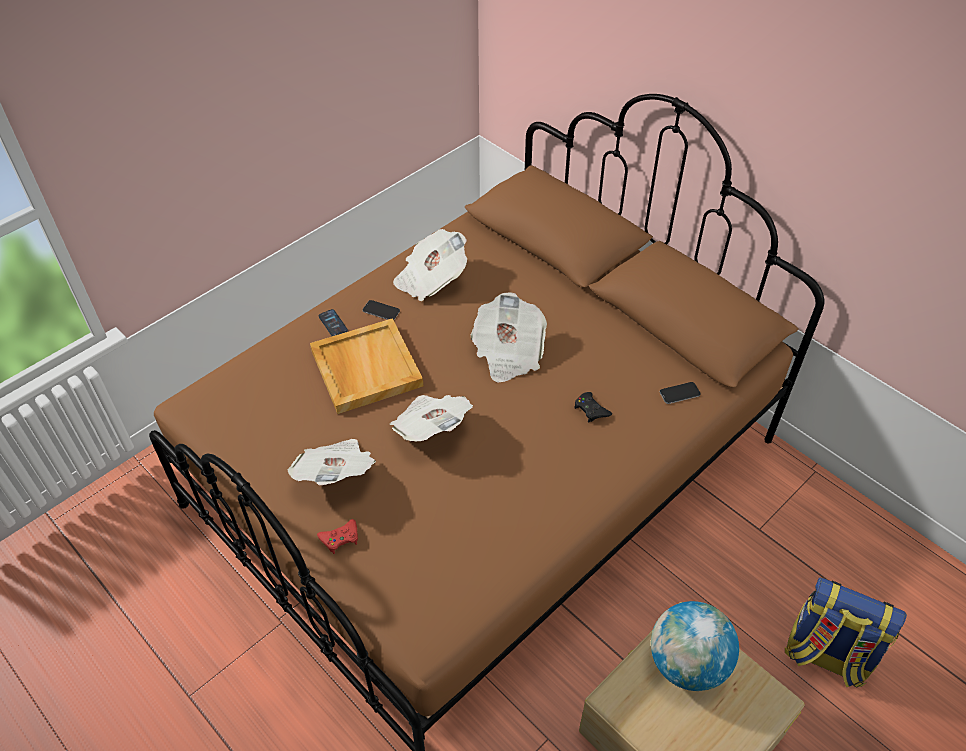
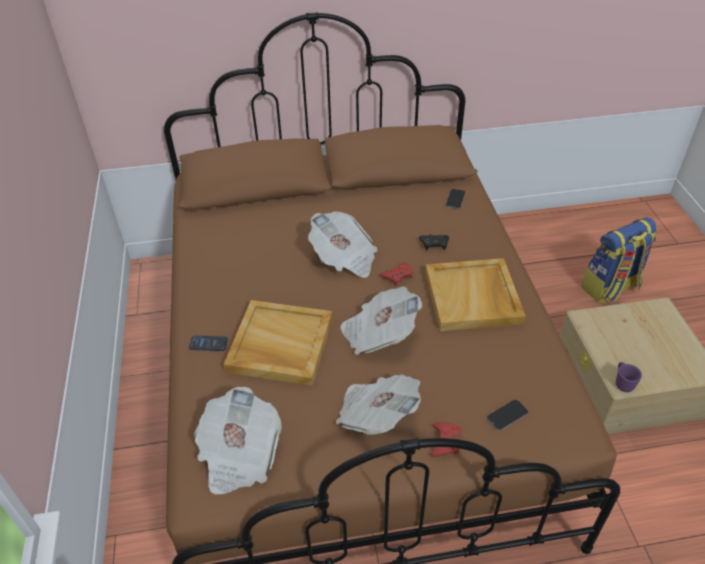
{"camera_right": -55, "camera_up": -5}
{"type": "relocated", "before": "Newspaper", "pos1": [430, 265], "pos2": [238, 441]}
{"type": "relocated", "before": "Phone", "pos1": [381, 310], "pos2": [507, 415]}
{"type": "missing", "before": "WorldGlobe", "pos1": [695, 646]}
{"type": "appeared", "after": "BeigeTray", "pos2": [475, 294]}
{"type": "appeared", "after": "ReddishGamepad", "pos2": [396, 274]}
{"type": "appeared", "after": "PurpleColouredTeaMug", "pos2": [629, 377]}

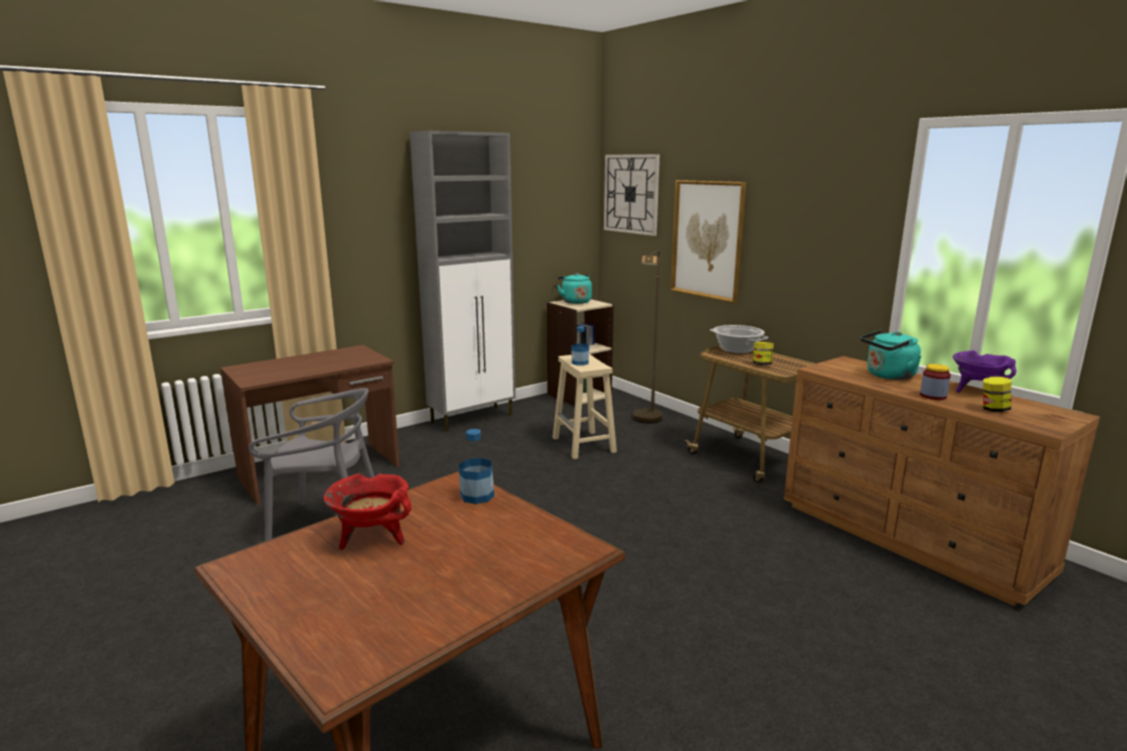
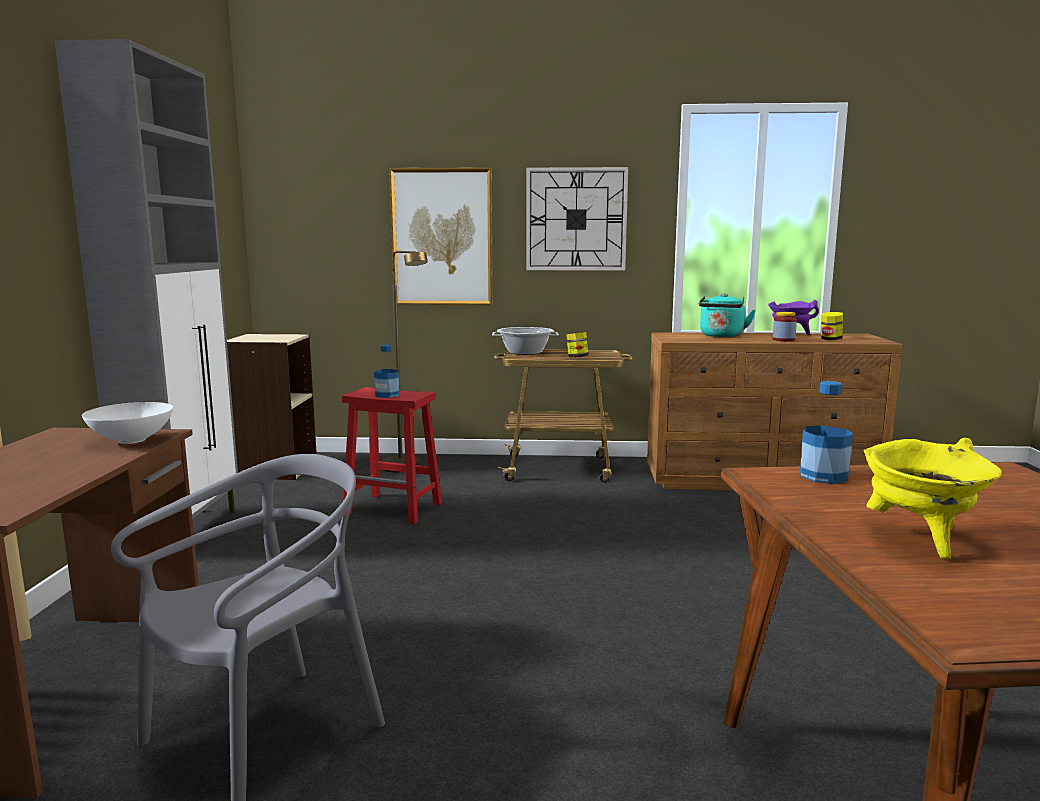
{"camera_right": -50, "camera_up": -5}
{"type": "relocated", "before": "HangingClock", "pos1": [632, 195], "pos2": [577, 219]}
{"type": "missing", "before": "TurquoiseColouredKettle", "pos1": [574, 288]}
{"type": "colour", "before": "BeigeStool", "after": "ReddishStool", "pos1": [585, 406], "pos2": [392, 456]}
{"type": "colour", "before": "ReddishCookingPot", "after": "YellowishCookingPot", "pos1": [367, 511], "pos2": [932, 498]}
{"type": "appeared", "after": "WhitishBowl", "pos2": [127, 423]}

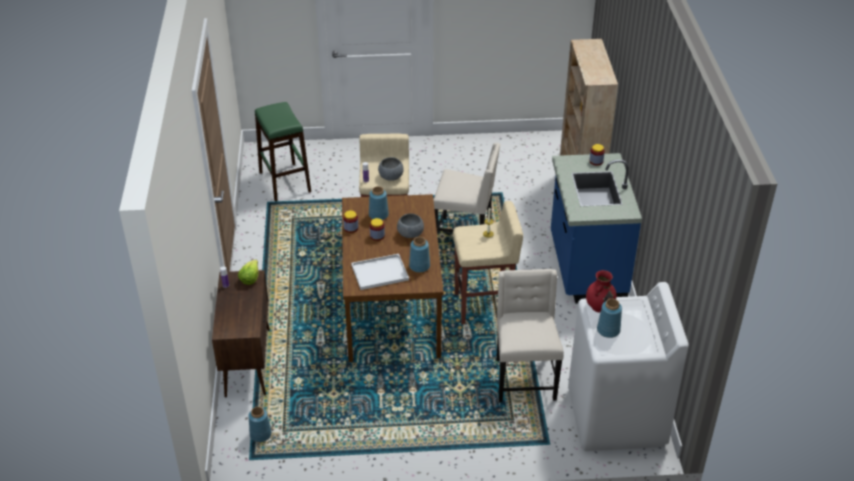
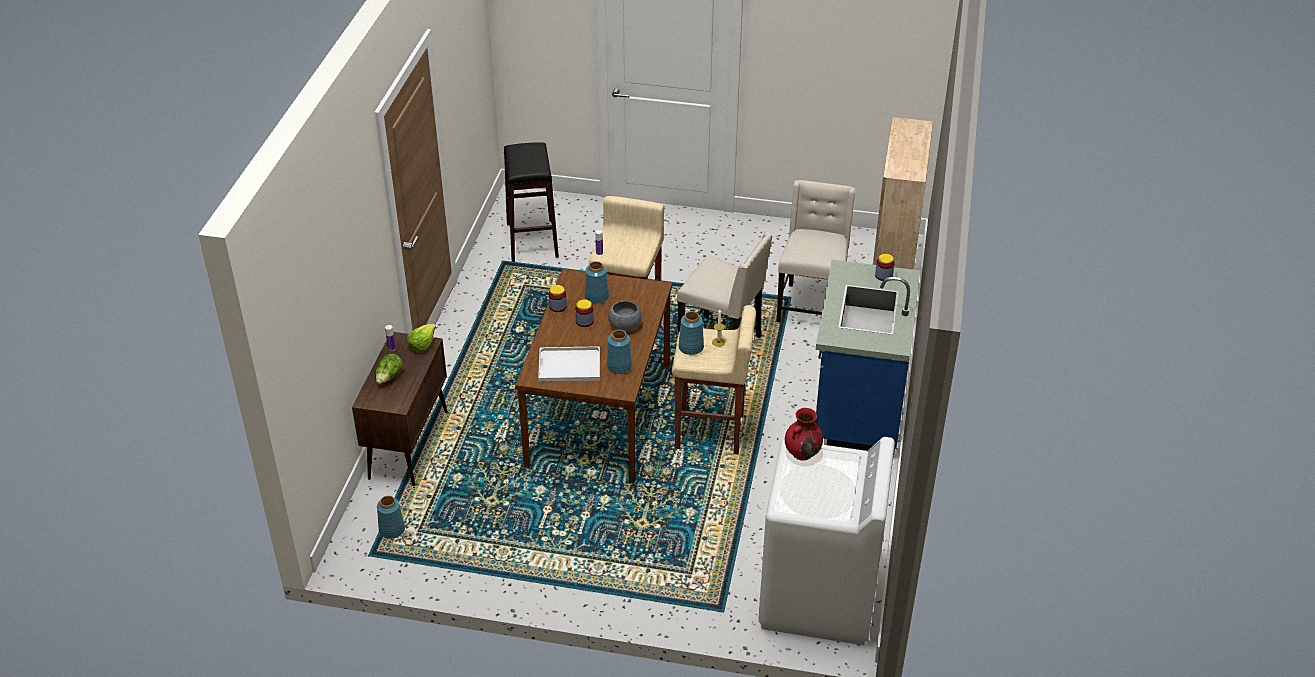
{"camera_right": 15, "camera_up": 0}
{"type": "colour", "before": "GreenishStool", "after": "BlackStool", "pos1": [283, 151], "pos2": [531, 202]}
{"type": "missing", "before": "GreyishBowl", "pos1": [391, 169]}
{"type": "relocated", "before": "BeigeUprightChair", "pos1": [530, 335], "pos2": [816, 251]}
{"type": "relocated", "before": "BlueColouredDecorativeVase", "pos1": [609, 318], "pos2": [691, 333]}
{"type": "appeared", "after": "LettuceHead", "pos2": [389, 369]}

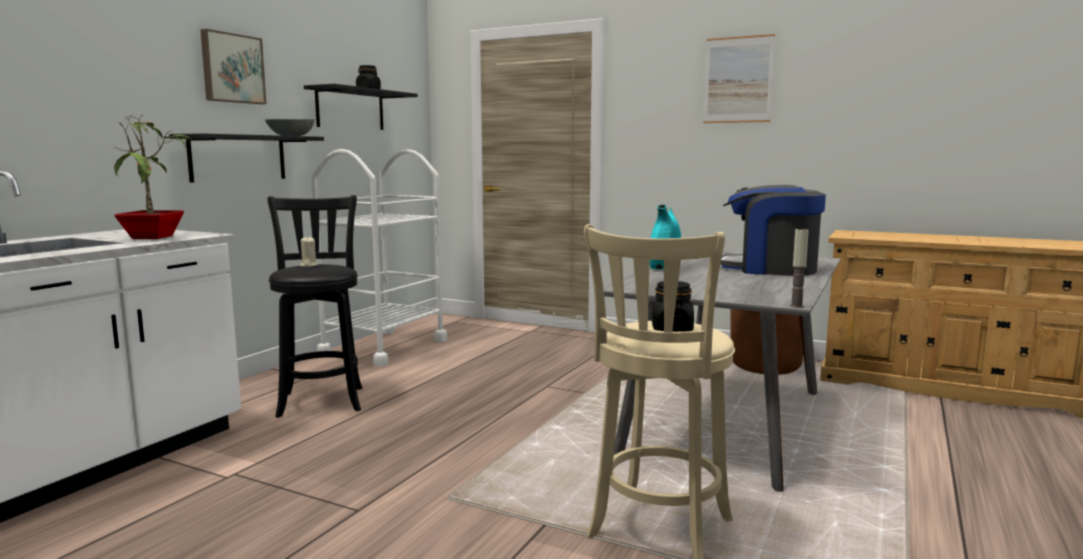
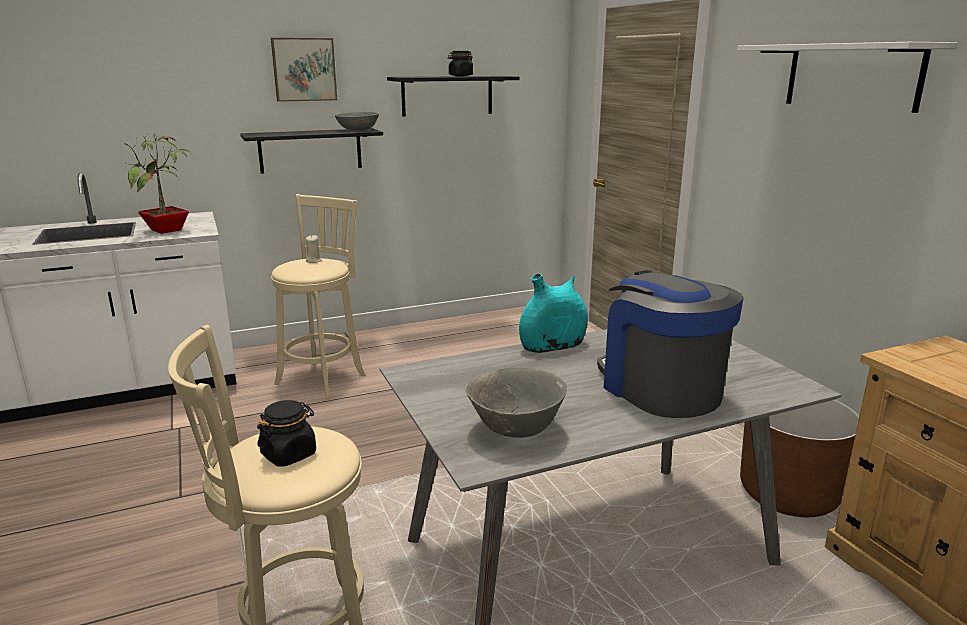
{"camera_right": 40, "camera_up": 10}
{"type": "exchanged", "before": "Picture", "after": "WhitishShelf", "pos1": [739, 78], "pos2": [847, 77]}
{"type": "missing", "before": "WhitishTrolley", "pos1": [379, 258]}
{"type": "colour", "before": "BlackStool", "after": "BeigeStool", "pos1": [315, 306], "pos2": [318, 296]}
{"type": "missing", "before": "WaxLight", "pos1": [799, 268]}
{"type": "appeared", "after": "GreyishBowl", "pos2": [516, 403]}

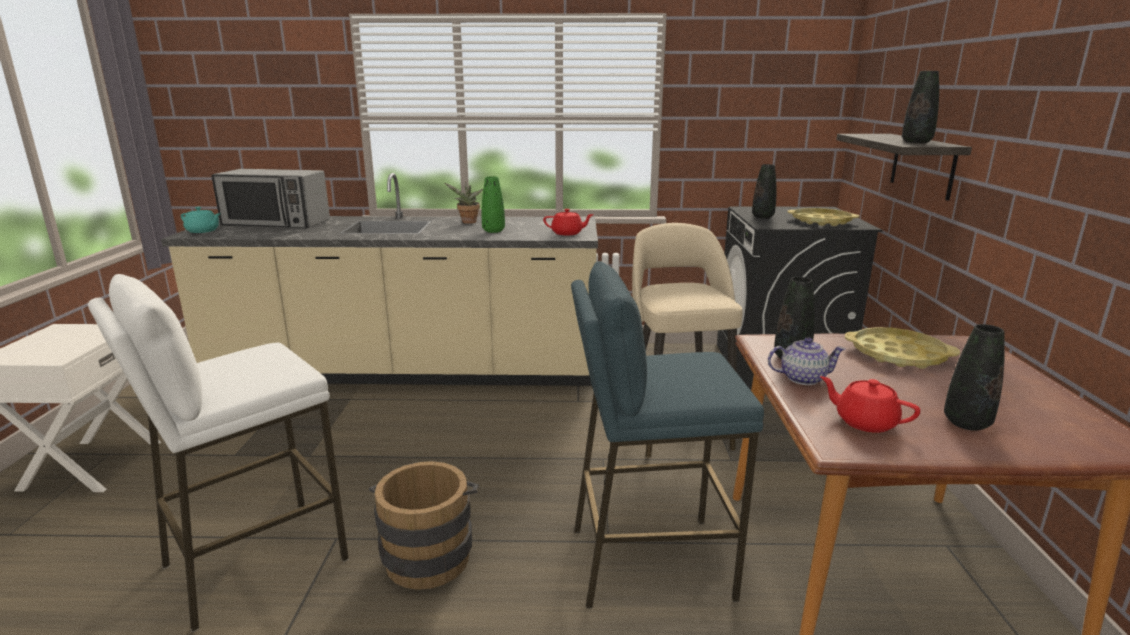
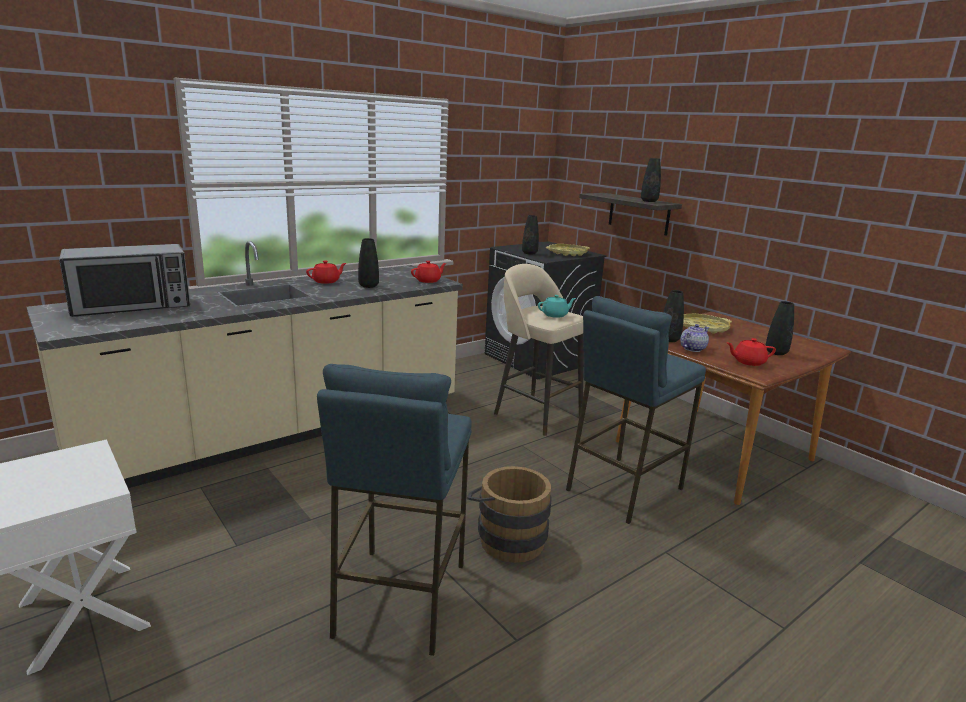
{"camera_right": -40, "camera_up": 0}
{"type": "colour", "before": "GreenishDecorativeVase", "after": "BlackDecorativeVase", "pos1": [493, 204], "pos2": [368, 263]}
{"type": "exchanged", "before": "Houseplant", "after": "ReddishTeaPot", "pos1": [463, 202], "pos2": [326, 272]}
{"type": "relocated", "before": "TurquoiseColouredTeaPot", "pos1": [201, 220], "pos2": [557, 306]}
{"type": "colour", "before": "WhitishStool", "after": "BlueColouredStool", "pos1": [218, 453], "pos2": [394, 510]}

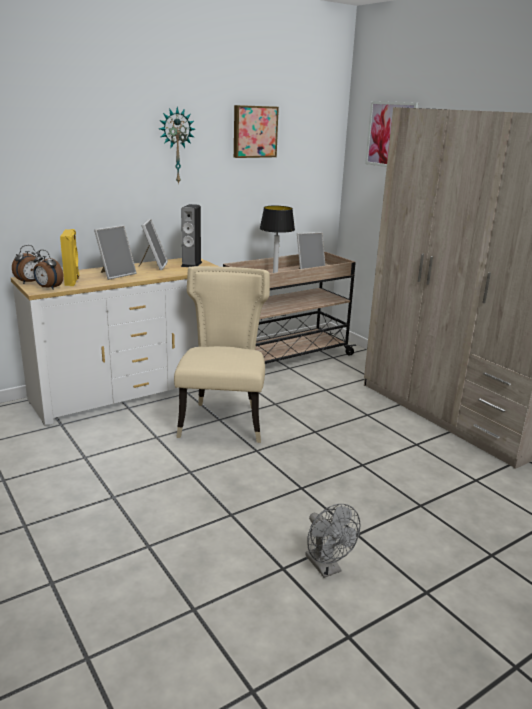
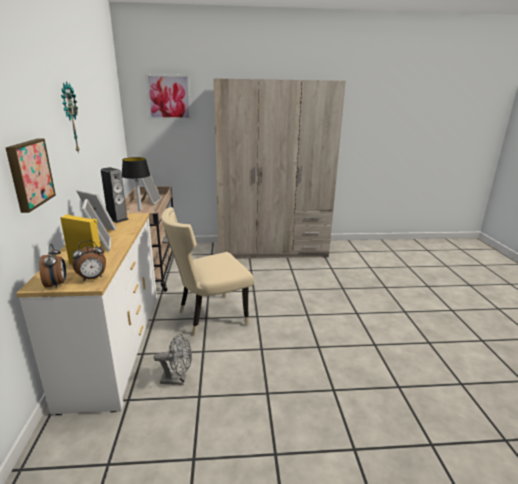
{"camera_right": -60, "camera_up": 0}
{"type": "relocated", "before": "Picture", "pos1": [256, 131], "pos2": [30, 176]}
{"type": "spun", "before": "BeigeUprightChair", "pos1": [222, 354], "pos2": [207, 271], "turn": -60}
{"type": "relocated", "before": "GreyishFan", "pos1": [332, 541], "pos2": [173, 359]}

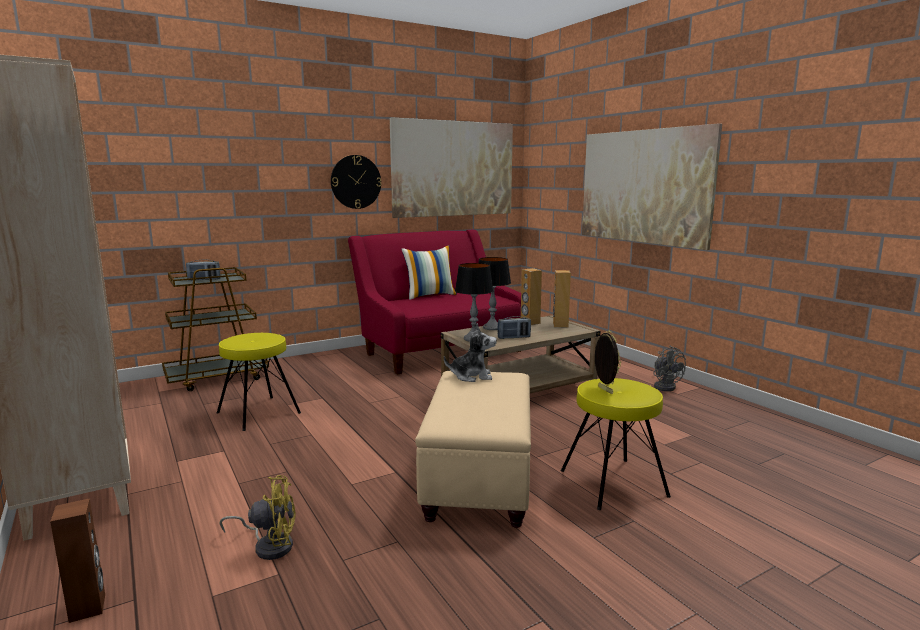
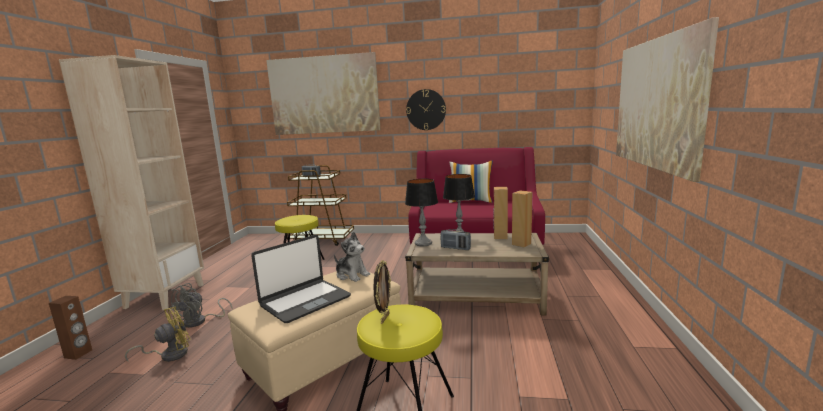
{"camera_right": 40, "camera_up": 0}
{"type": "relocated", "before": "Picture", "pos1": [451, 167], "pos2": [323, 93]}
{"type": "relocated", "before": "GreyishFan", "pos1": [669, 368], "pos2": [200, 305]}
{"type": "spun", "before": "YellowishFan", "pos1": [257, 517], "pos2": [157, 334], "turn": -75}
{"type": "appeared", "after": "Laptop", "pos2": [301, 279]}

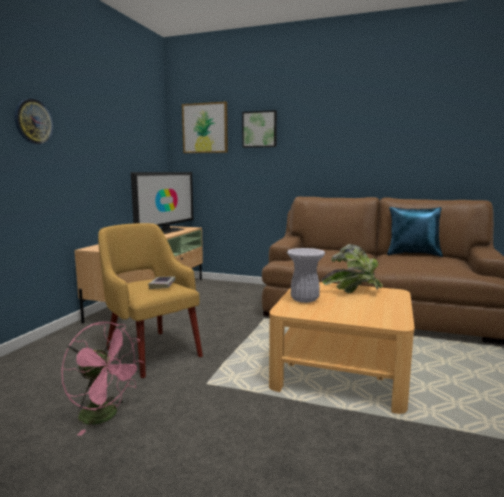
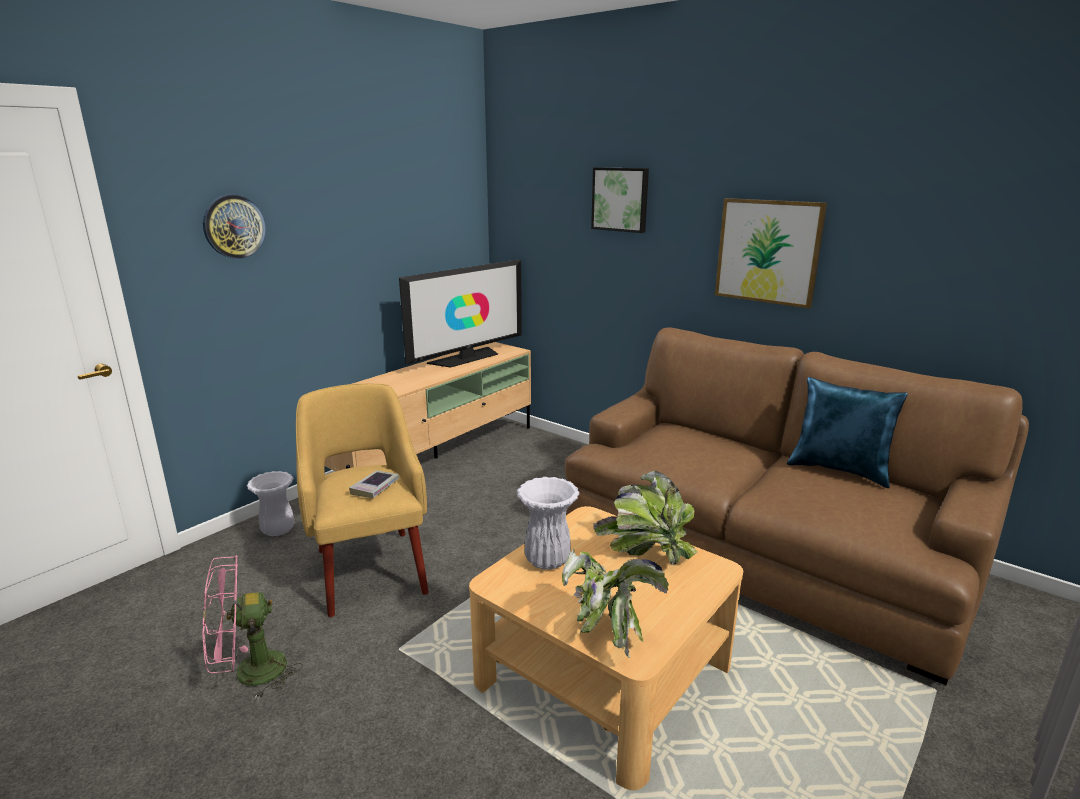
{"camera_right": 20, "camera_up": 10}
{"type": "relocated", "before": "Picture", "pos1": [205, 127], "pos2": [771, 253]}
{"type": "spun", "before": "PinkishFan", "pos1": [102, 379], "pos2": [252, 627], "turn": 105}
{"type": "appeared", "after": "WhitishDecorativeVase", "pos2": [270, 503]}
{"type": "appeared", "after": "Houseplant", "pos2": [615, 604]}

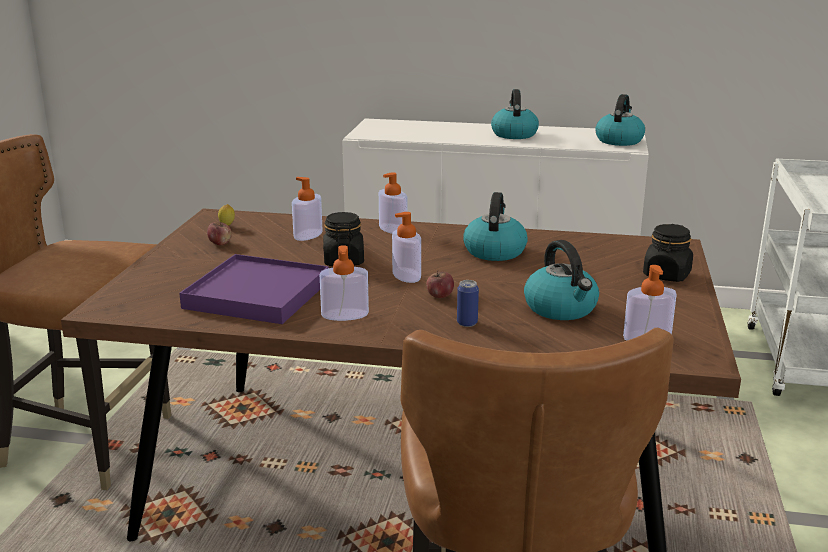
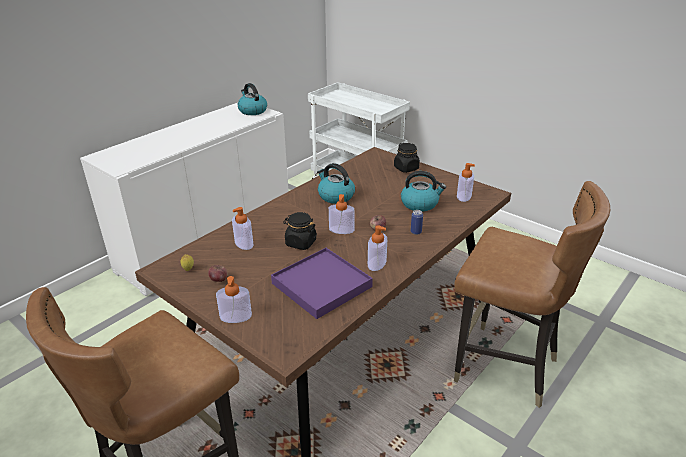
{"camera_right": -60, "camera_up": 10}
{"type": "missing", "before": "Kettle", "pos1": [515, 114]}
{"type": "relocated", "before": "LiquidSoapBottle", "pos1": [393, 203], "pos2": [234, 299]}

